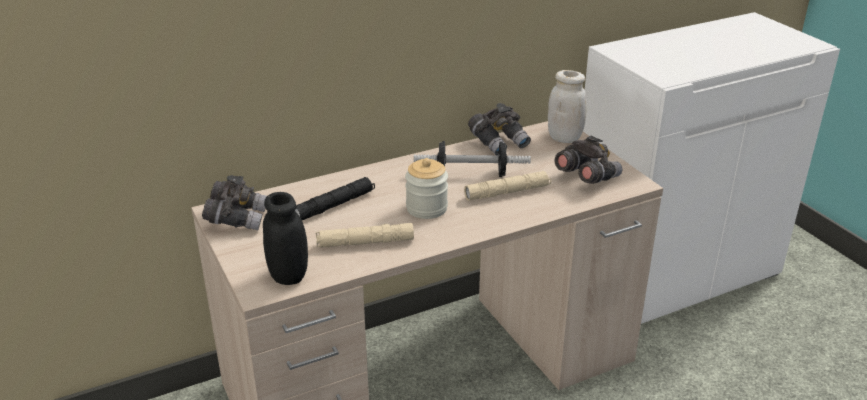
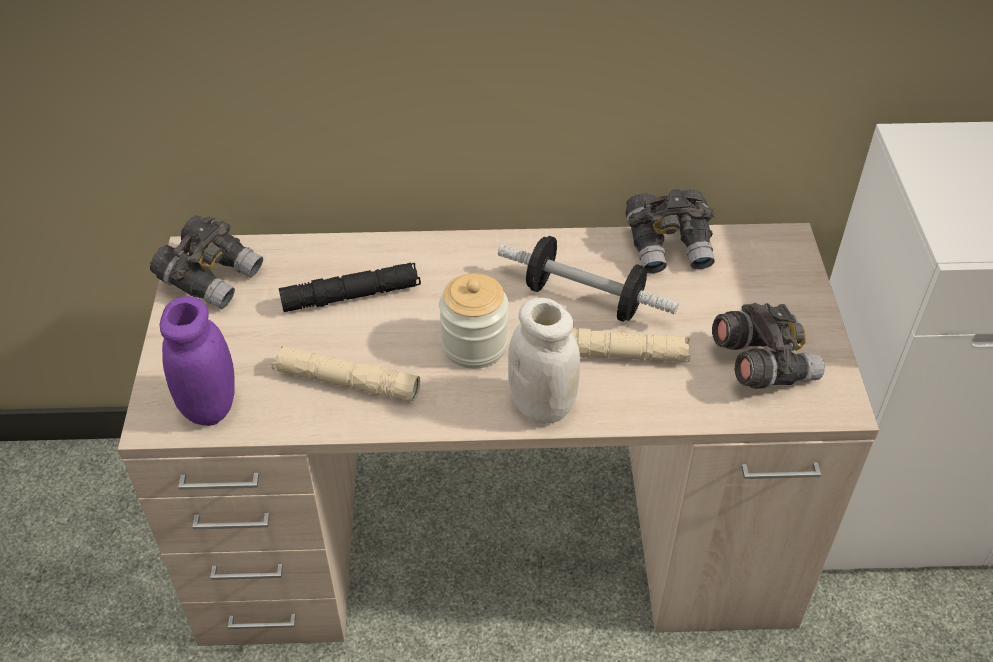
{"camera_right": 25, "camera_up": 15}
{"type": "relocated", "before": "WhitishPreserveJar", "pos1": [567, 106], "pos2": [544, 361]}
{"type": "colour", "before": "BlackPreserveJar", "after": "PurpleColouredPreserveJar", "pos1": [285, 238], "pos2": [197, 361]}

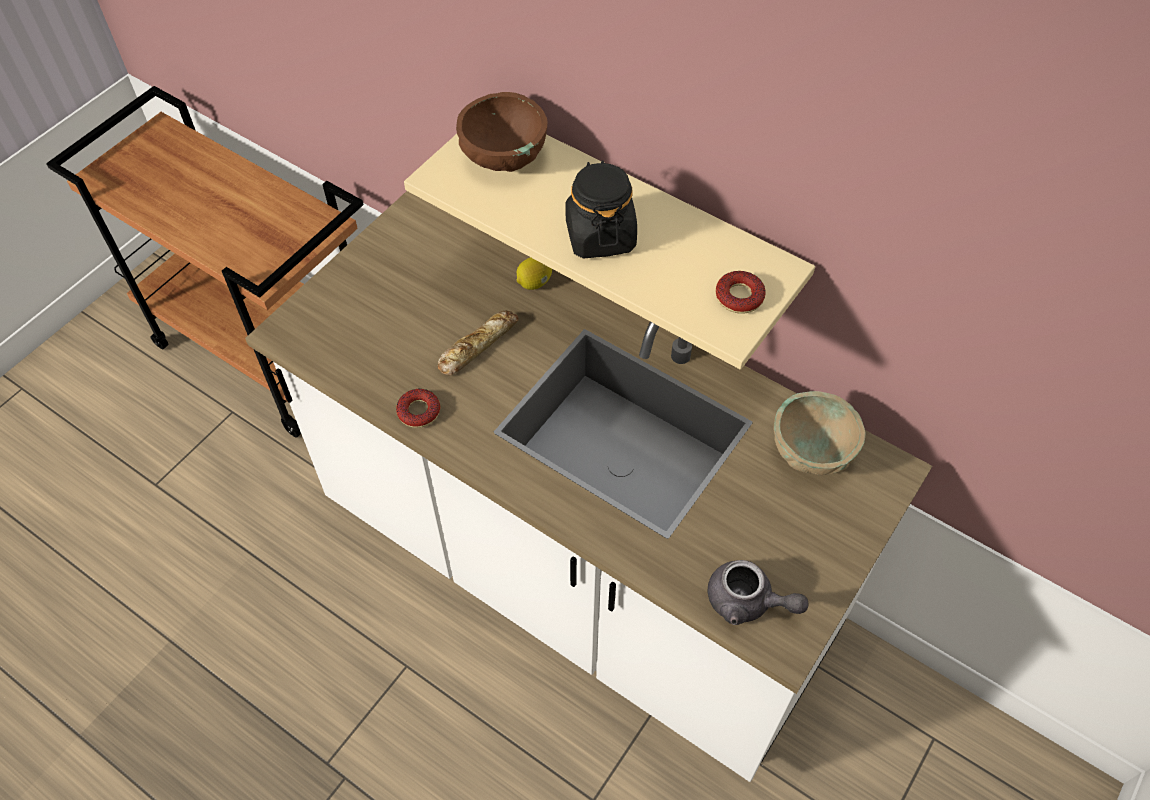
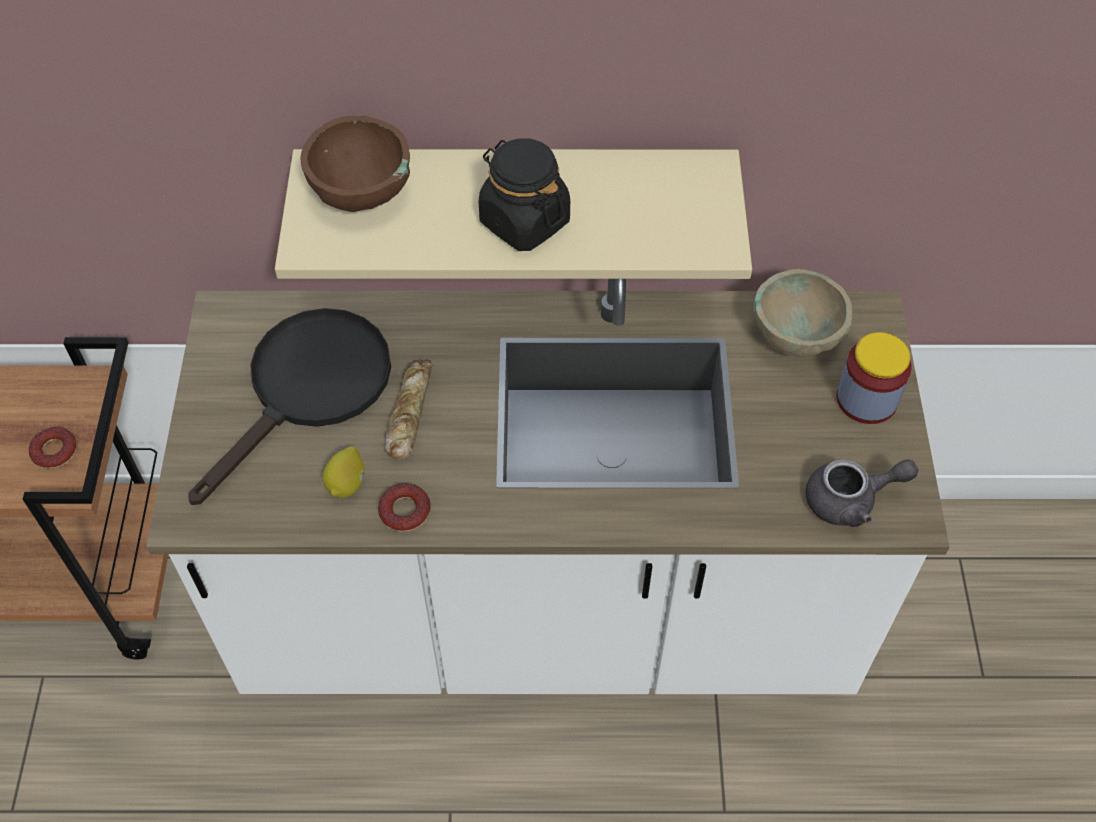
{"camera_right": -35, "camera_up": 0}
{"type": "relocated", "before": "WholeLemon", "pos1": [534, 273], "pos2": [344, 472]}
{"type": "relocated", "before": "RingDoughnut", "pos1": [741, 292], "pos2": [53, 448]}
{"type": "appeared", "after": "BlackPan", "pos2": [289, 406]}
{"type": "appeared", "after": "PreserveJar", "pos2": [873, 378]}

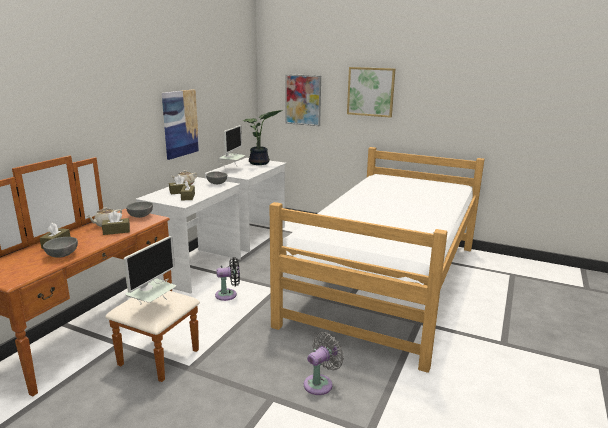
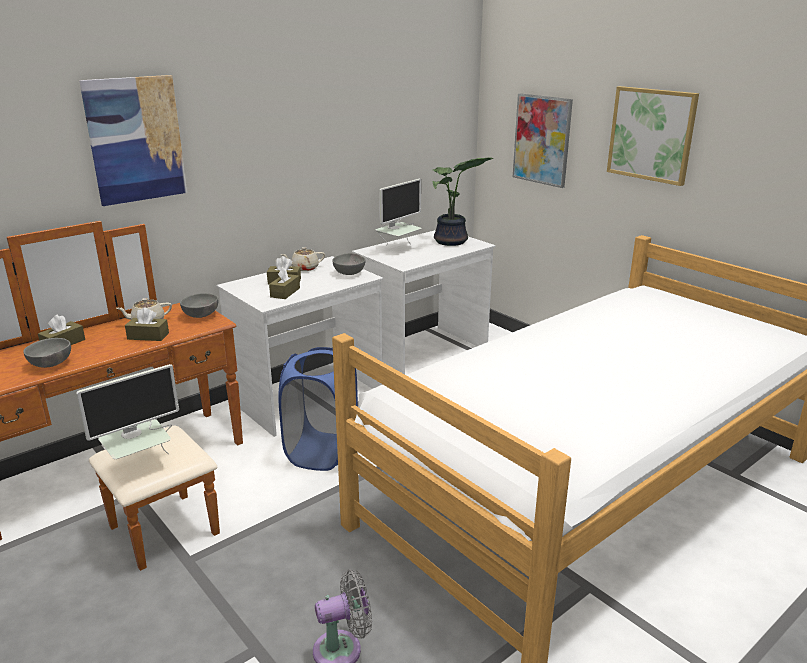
{"camera_right": 25, "camera_up": 5}
{"type": "relocated", "before": "Picture", "pos1": [180, 124], "pos2": [133, 140]}
{"type": "exchanged", "before": "BlackFan", "after": "BlueColouredLaundryBasket", "pos1": [227, 279], "pos2": [318, 409]}

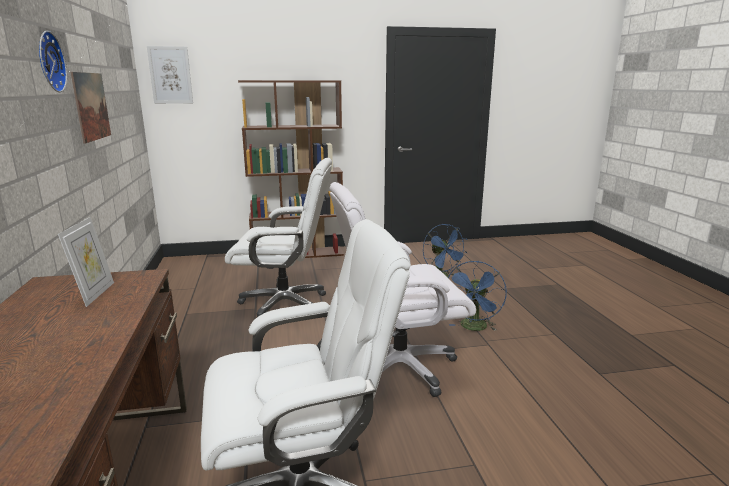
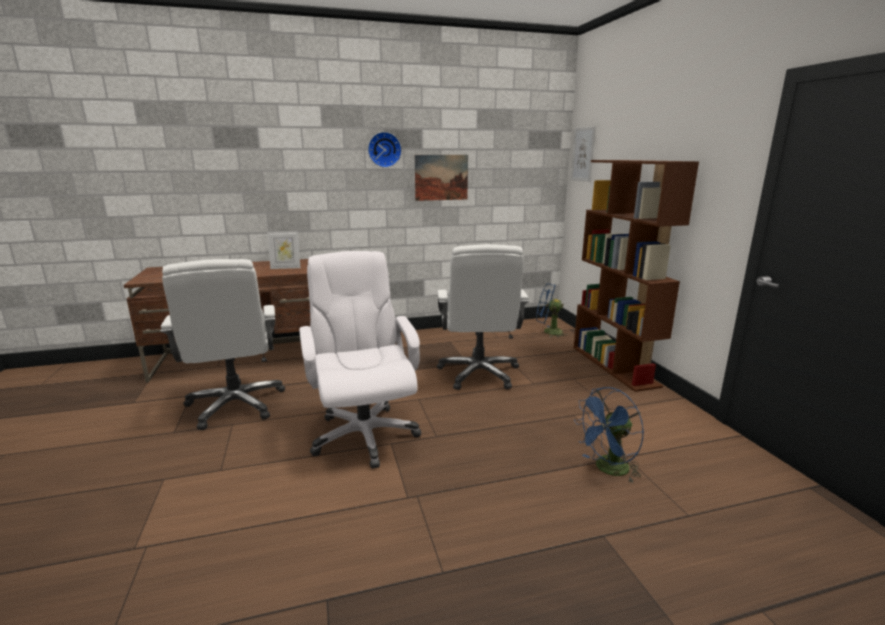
{"camera_right": 85, "camera_up": 0}
{"type": "relocated", "before": "BlueColouredFan", "pos1": [477, 296], "pos2": [552, 310]}

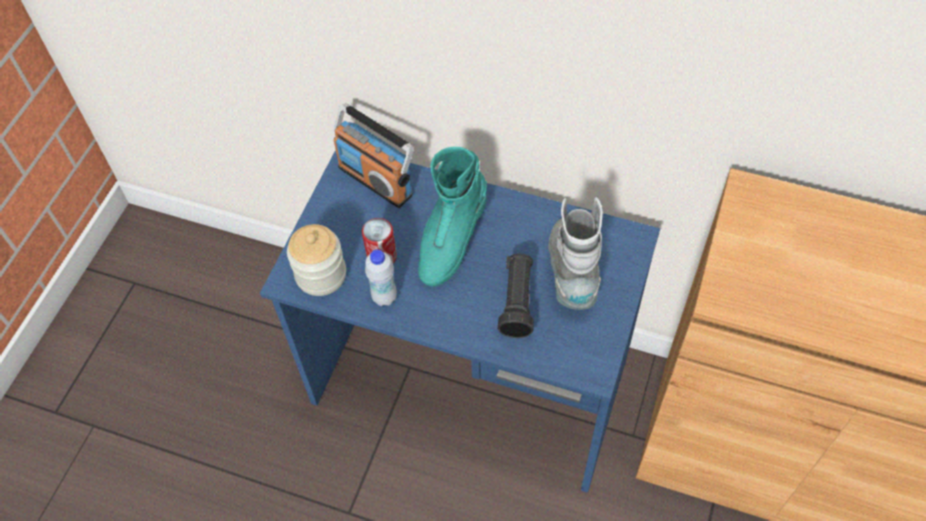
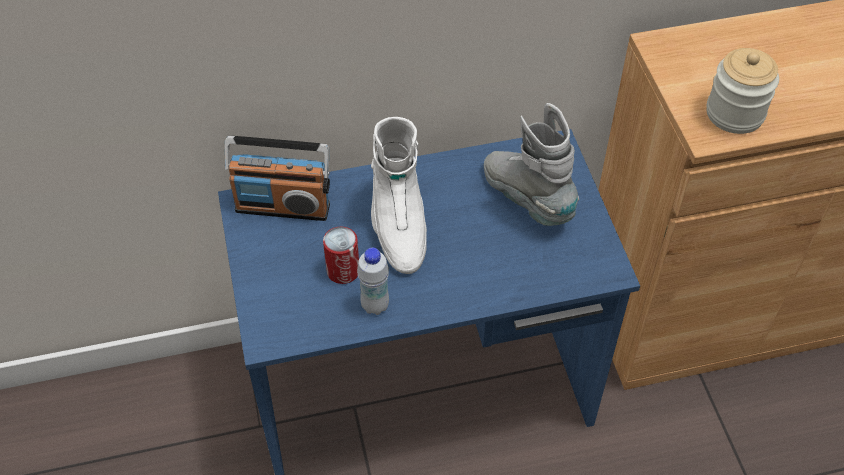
{"camera_right": -35, "camera_up": -5}
{"type": "colour", "before": "TurquoiseColouredBoot", "after": "WhitishBoot", "pos1": [452, 217], "pos2": [399, 195]}
{"type": "relocated", "before": "PreserveJar", "pos1": [316, 260], "pos2": [743, 91]}
{"type": "missing", "before": "BlackHandTorch", "pos1": [516, 296]}

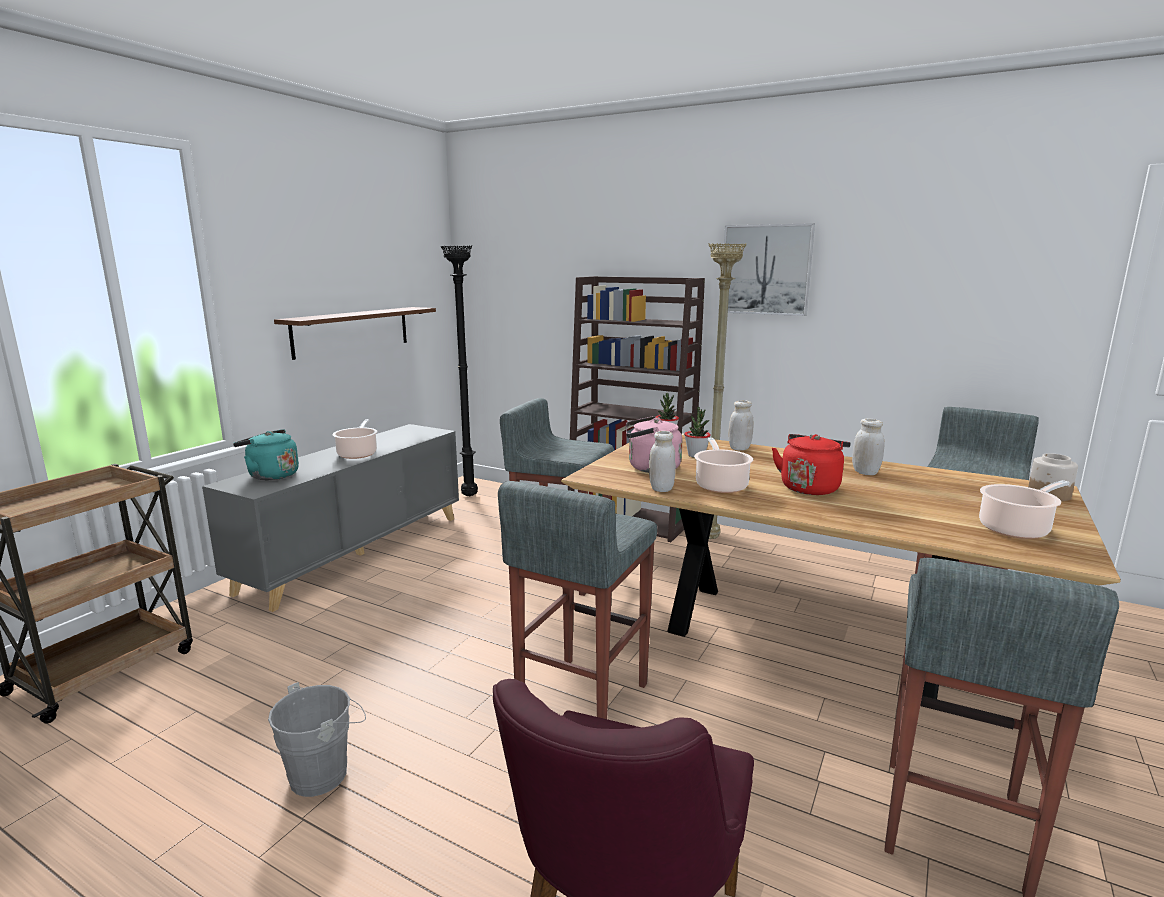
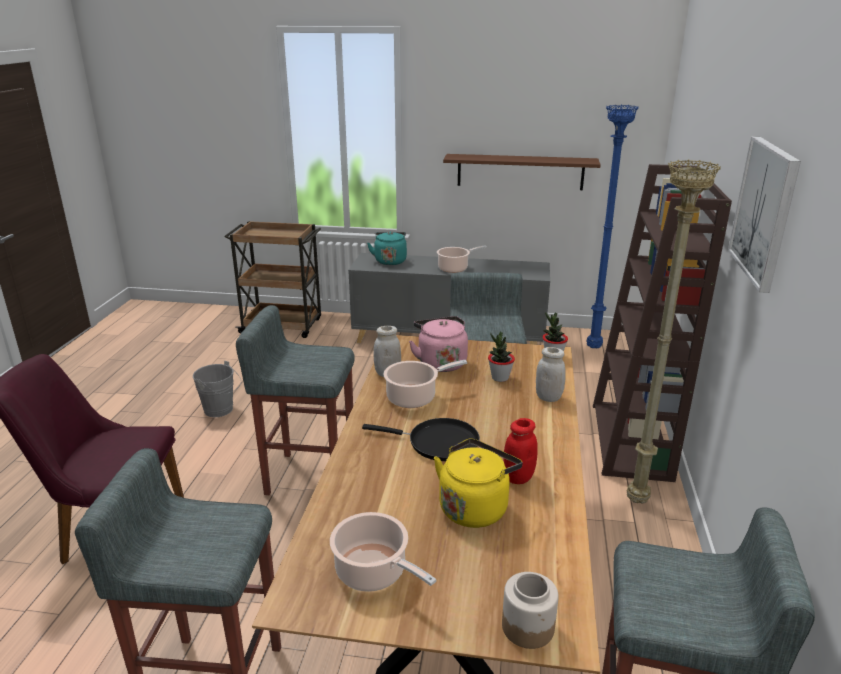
{"camera_right": 70, "camera_up": 10}
{"type": "colour", "before": "BlackFloorLamp", "after": "BlueColouredFloorLamp", "pos1": [459, 370], "pos2": [613, 226]}
{"type": "colour", "before": "WhitishPreserveJar", "after": "ReddishPreserveJar", "pos1": [868, 446], "pos2": [520, 451]}
{"type": "exchanged", "before": "ReddishKettle", "after": "BlackPan", "pos1": [811, 464], "pos2": [421, 439]}
{"type": "appeared", "after": "YellowishKettle", "pos2": [478, 483]}

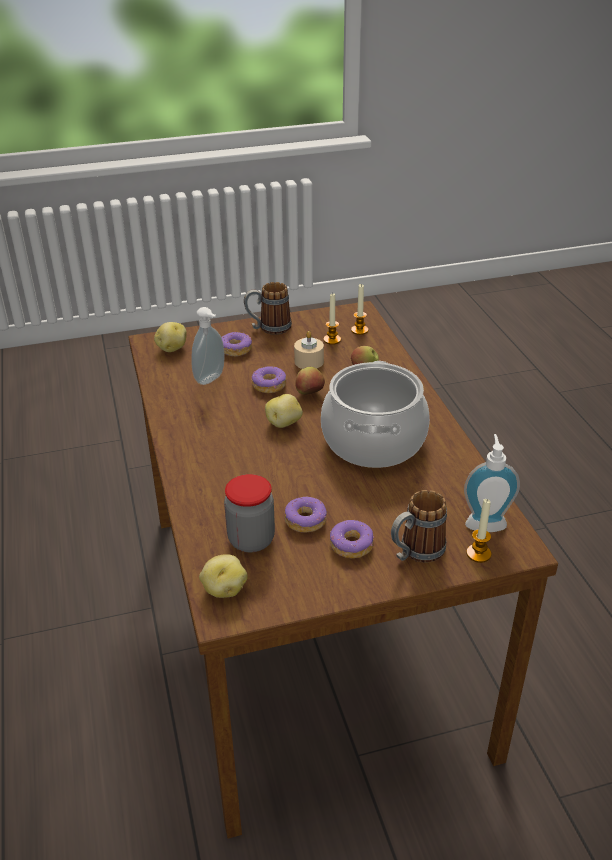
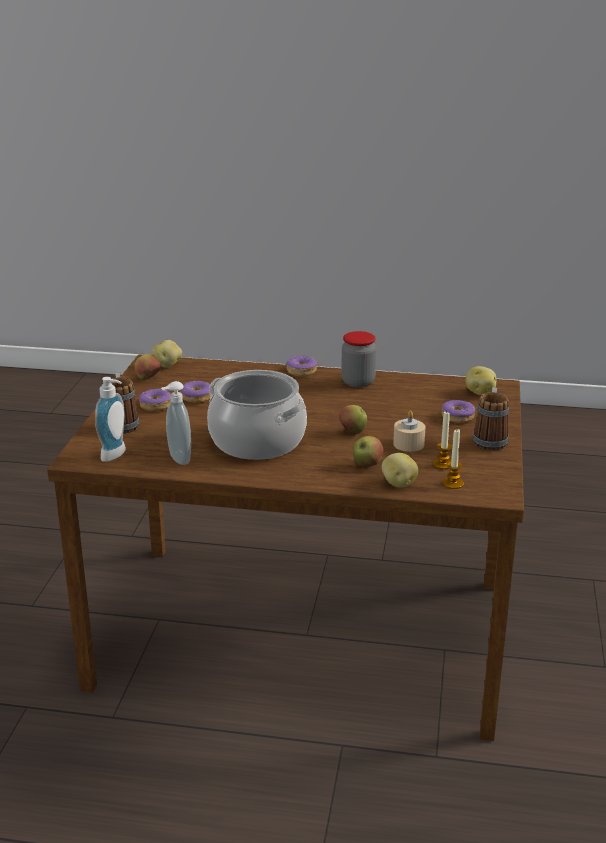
{"camera_right": 115, "camera_up": -10}
{"type": "relocated", "before": "LiquidSoapBottle", "pos1": [208, 346], "pos2": [176, 423]}
{"type": "relocated", "before": "RingDoughnut", "pos1": [268, 379], "pos2": [301, 365]}
{"type": "relocated", "before": "WholePotato", "pos1": [284, 411], "pos2": [400, 470]}
{"type": "relocated", "before": "PreserveJar", "pos1": [249, 513], "pos2": [359, 359]}
{"type": "missing", "before": "WaxLight", "pos1": [479, 531]}
{"type": "appeared", "after": "AppleFruit", "pos2": [148, 367]}

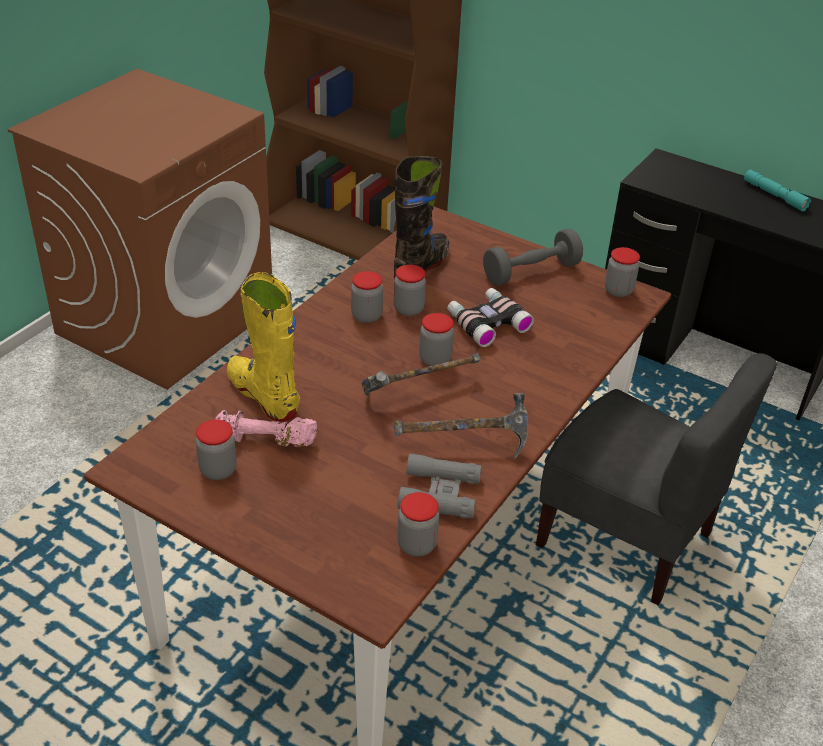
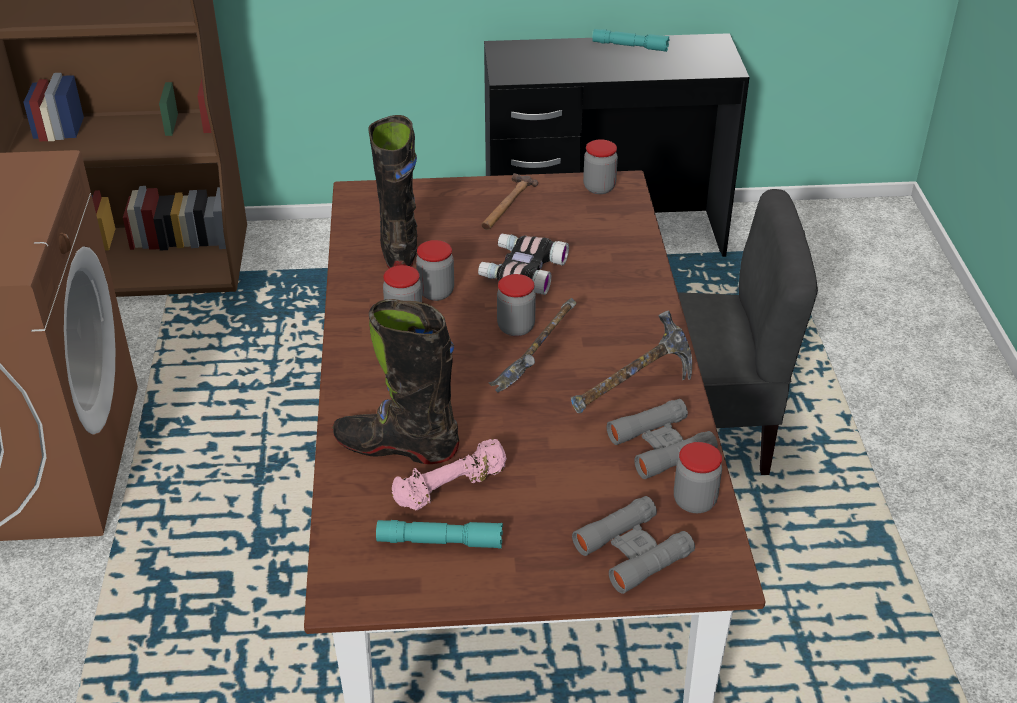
{"camera_right": -35, "camera_up": 0}
{"type": "exchanged", "before": "GreyishDumbbell", "after": "HandHammer", "pos1": [533, 257], "pos2": [509, 201]}
{"type": "colour", "before": "YellowishBoot", "after": "BlackBoot", "pos1": [263, 347], "pos2": [395, 381]}
{"type": "exchanged", "before": "PreserveJar", "after": "TurquoiseColouredHandTorch", "pos1": [216, 449], "pos2": [439, 534]}
{"type": "appeared", "after": "GreyishPairOfBinoculars", "pos2": [633, 545]}

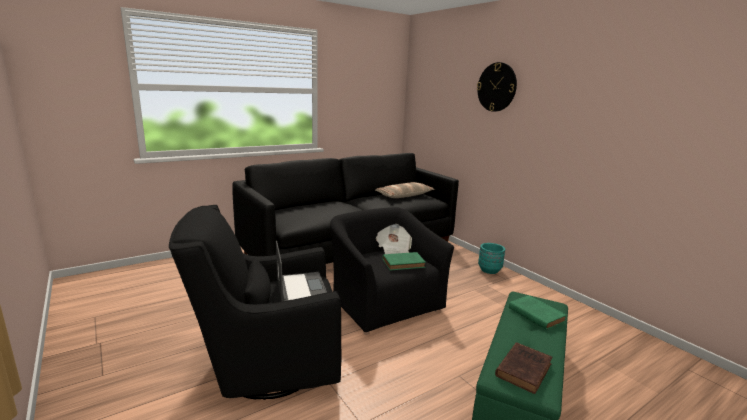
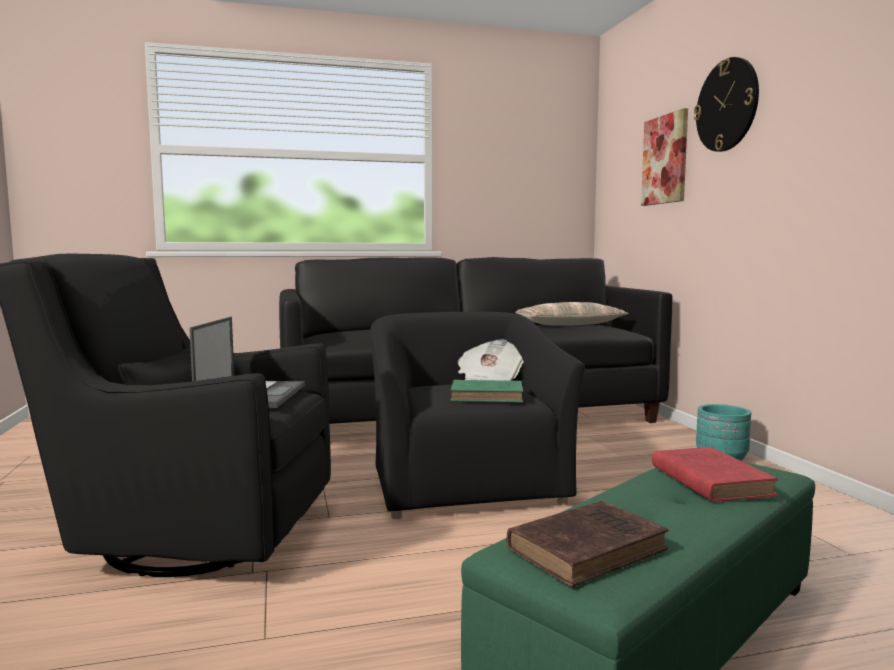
{"camera_right": 20, "camera_up": -10}
{"type": "colour", "before": "GreenishVolume", "after": "ReddishVolume", "pos1": [538, 312], "pos2": [715, 474]}
{"type": "appeared", "after": "Picture", "pos2": [664, 157]}

